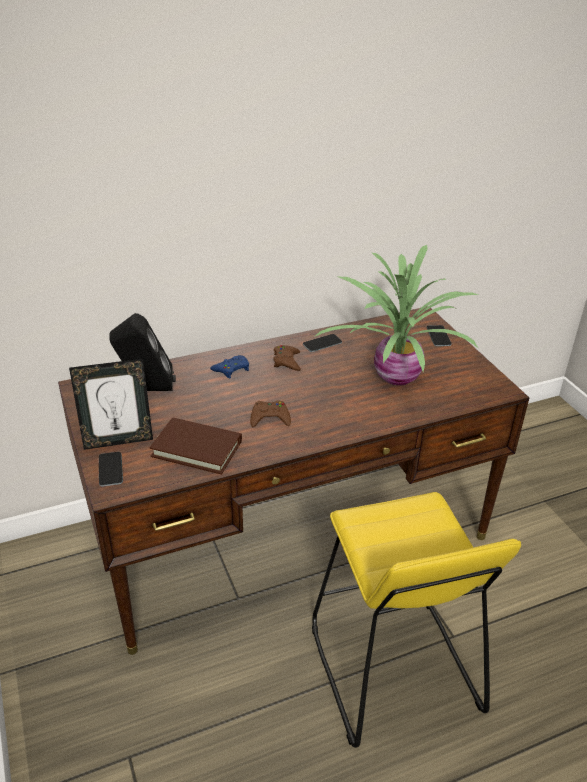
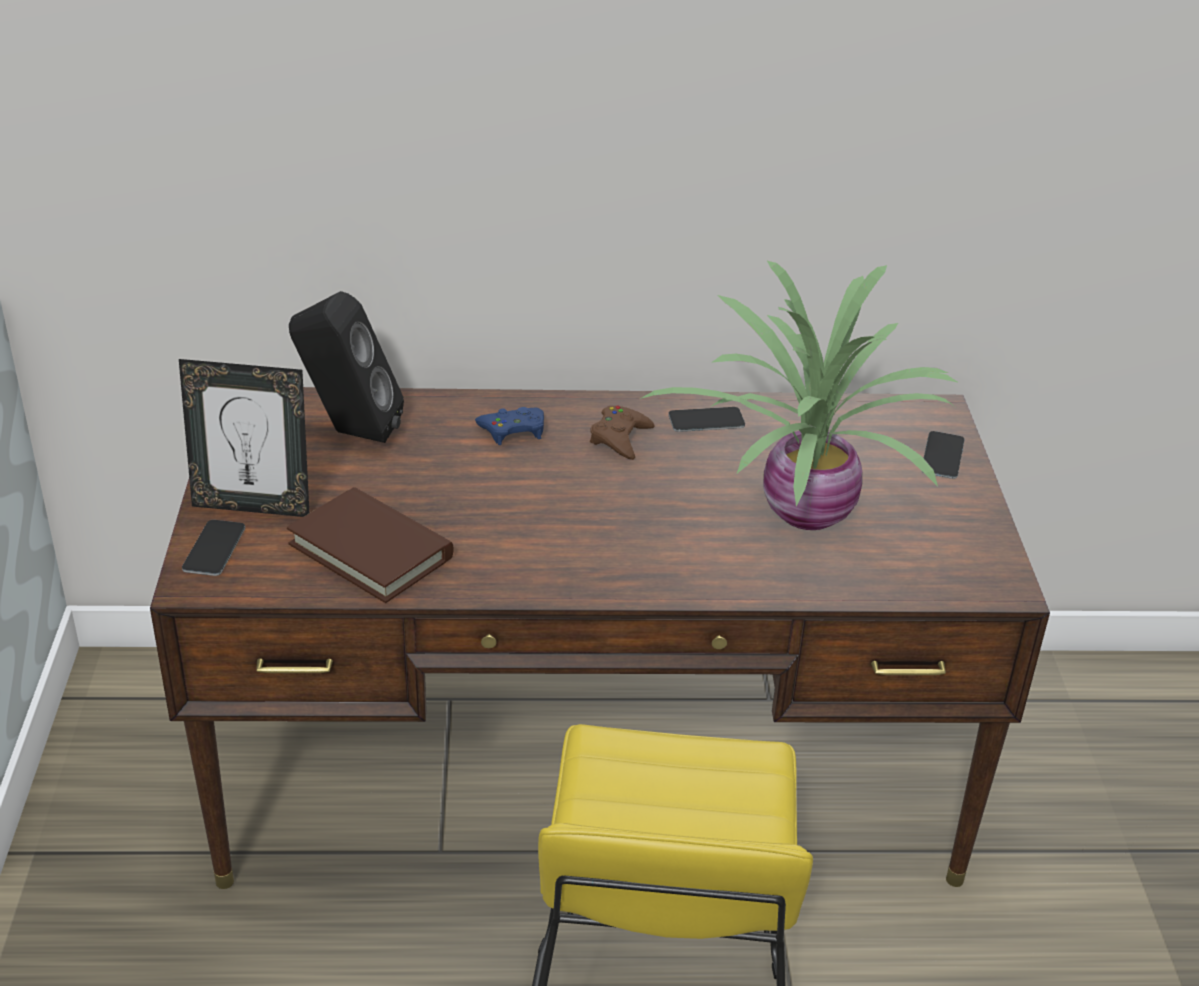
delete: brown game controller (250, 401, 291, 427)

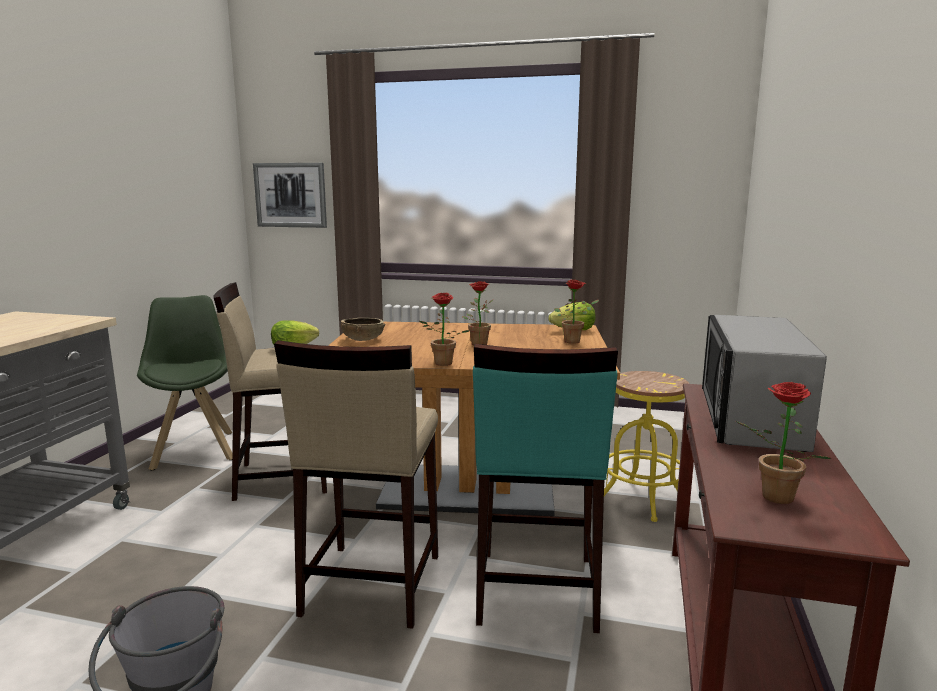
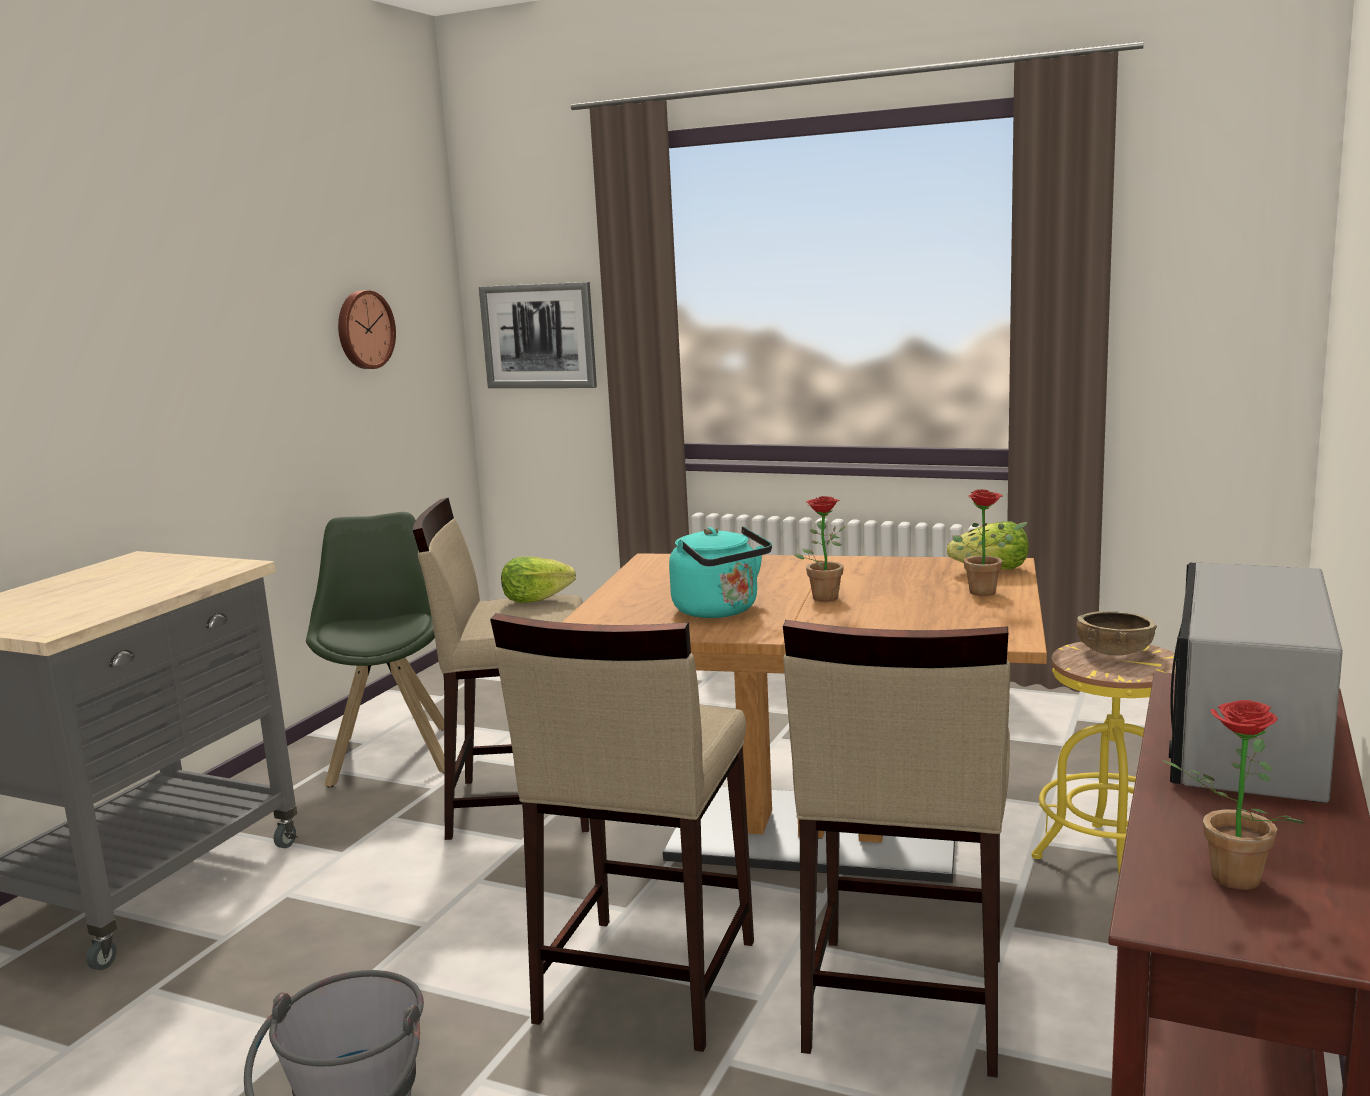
delete: plant in a pot (419, 293, 470, 366)
insert: clock on the wall (338, 290, 396, 369); turquoise-coloured kettle (669, 526, 772, 618)
move: brown deep dish (341, 318, 386, 341) to (1076, 611, 1157, 656)
recolor: turquoise-coloured stool seat (473, 344, 618, 633) to beige stool seat (783, 620, 1010, 1078)

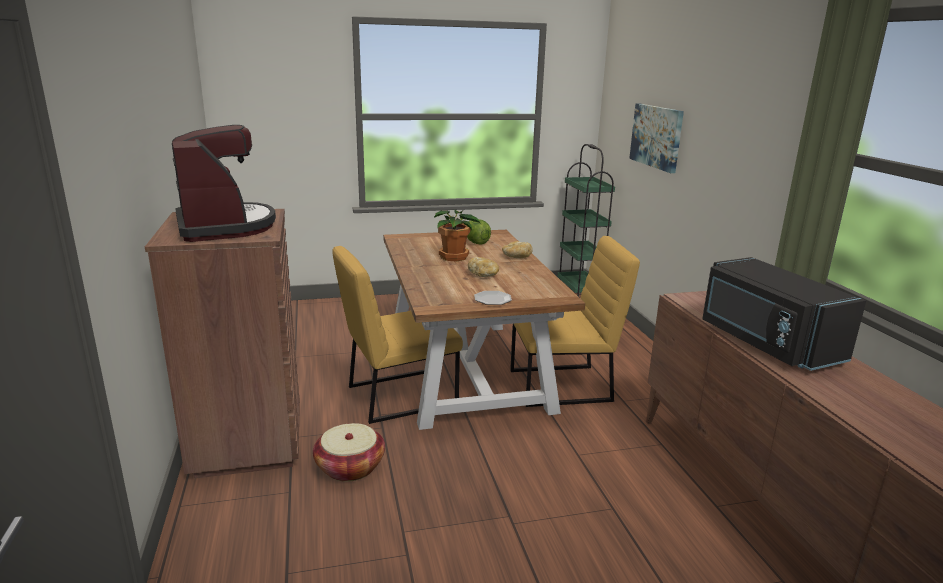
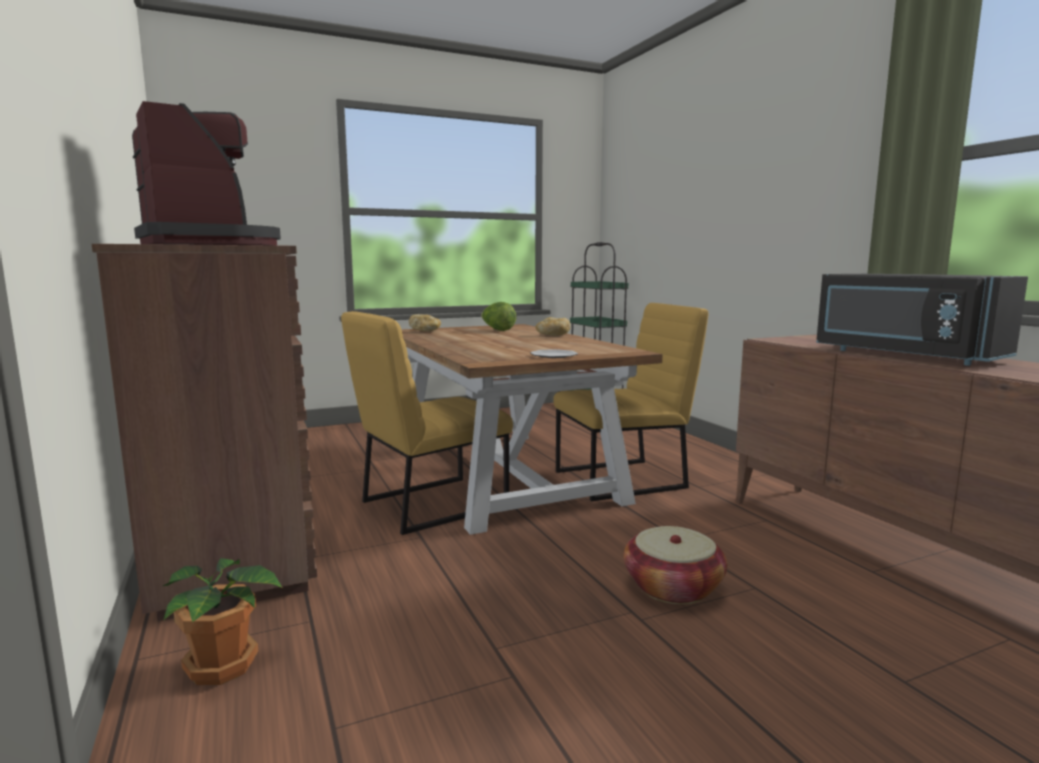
delete: picture (629, 103, 684, 173)
move: plant in a pot (434, 210, 482, 262) to (163, 558, 282, 685); bakery bread (468, 257, 499, 277) to (409, 314, 441, 331); basket (313, 423, 385, 482) to (624, 526, 727, 604)

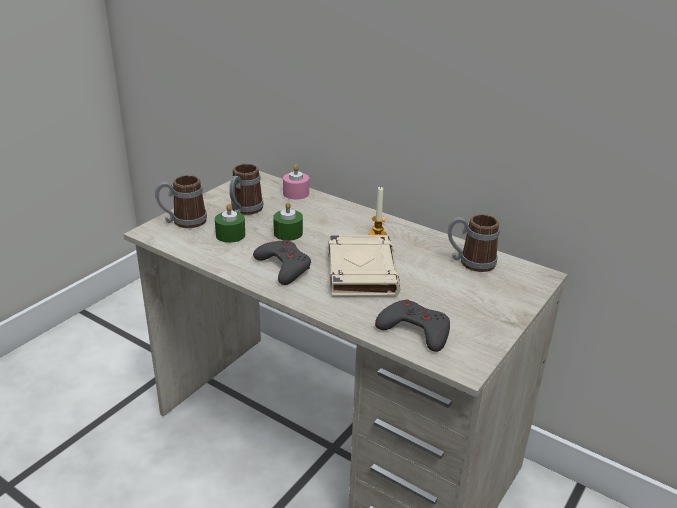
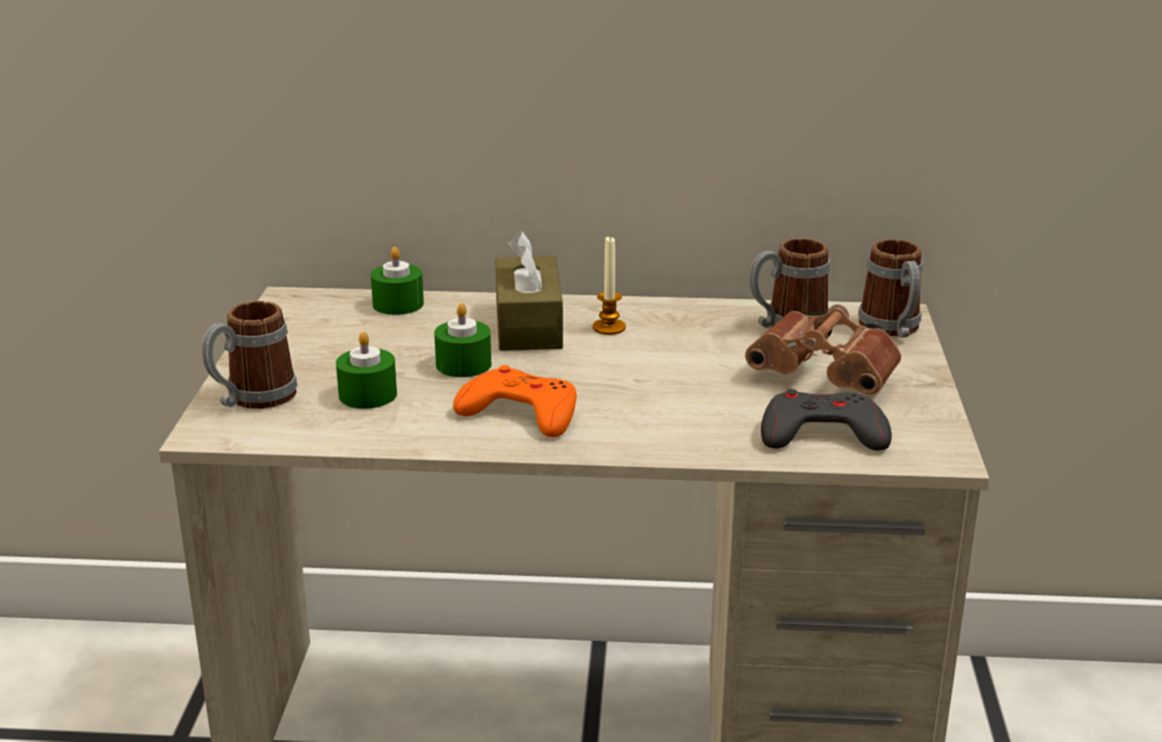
delete: beige bound book (328, 235, 400, 297)
insert: brown tissue box (495, 231, 563, 351); brown binoculars (745, 304, 901, 395)
move: mug (229, 164, 264, 215) to (858, 239, 923, 338)
recolor: pink-coloured candle (283, 165, 309, 200) to green candle (371, 247, 424, 315); greyish game controller (253, 240, 311, 285) to orangey game controller (453, 365, 576, 437)

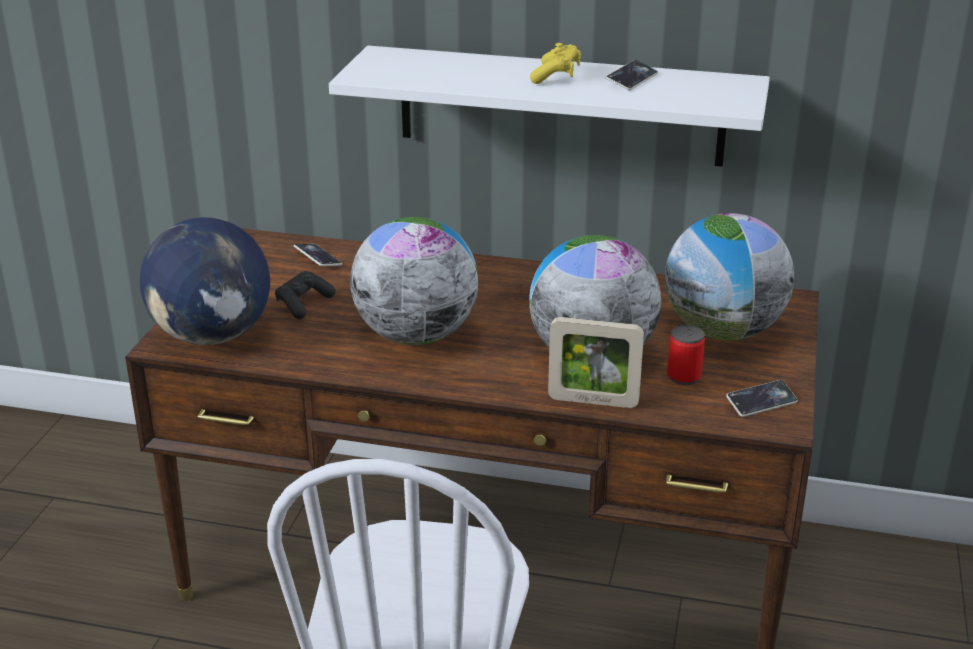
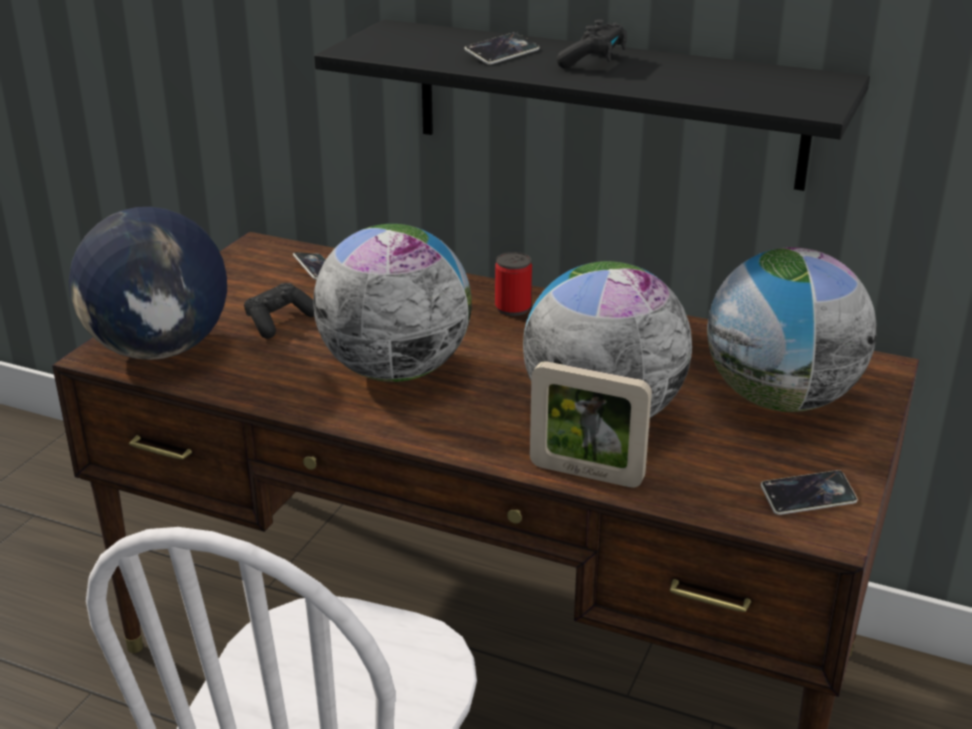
move: handset (606, 60, 658, 91) to (465, 32, 540, 65); metal can (667, 325, 705, 385) to (495, 252, 532, 316)
recolor: whitish wall shelf (329, 46, 770, 167) to black wall shelf (314, 19, 870, 191); yellowish game controller (530, 43, 581, 84) to black game controller (557, 19, 627, 69)

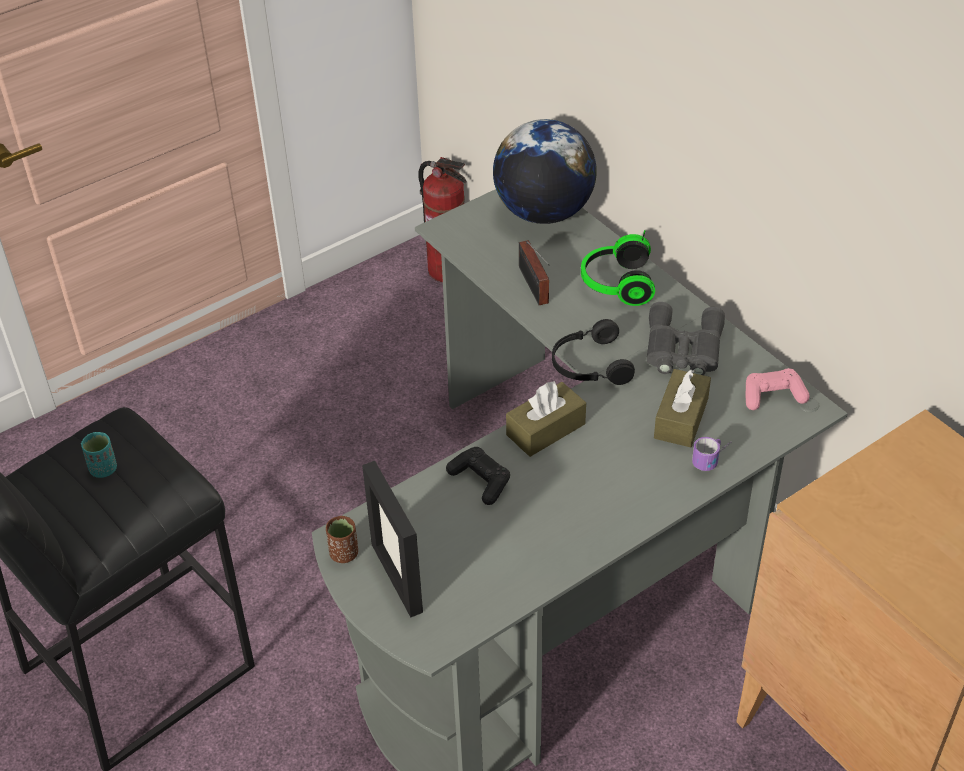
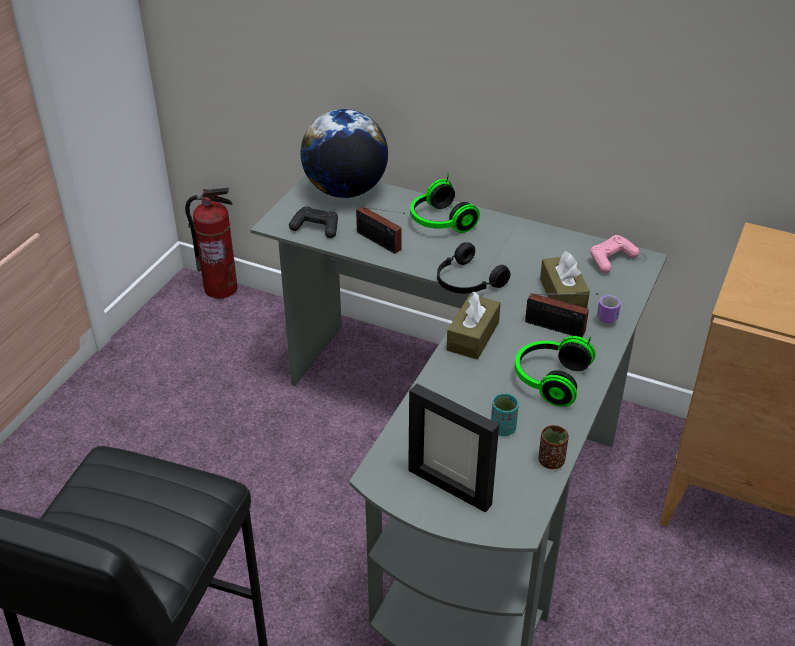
delete: greyish binoculars (646, 302, 725, 375)
insert: headphones (515, 336, 596, 407); radio receiver (525, 293, 598, 338)
move: black game controller (446, 447, 510, 505) to (289, 206, 338, 238); turquoise-coloured small cup (81, 432, 117, 478) to (491, 393, 519, 436); brown small cup (326, 516, 358, 563) to (539, 425, 569, 469)

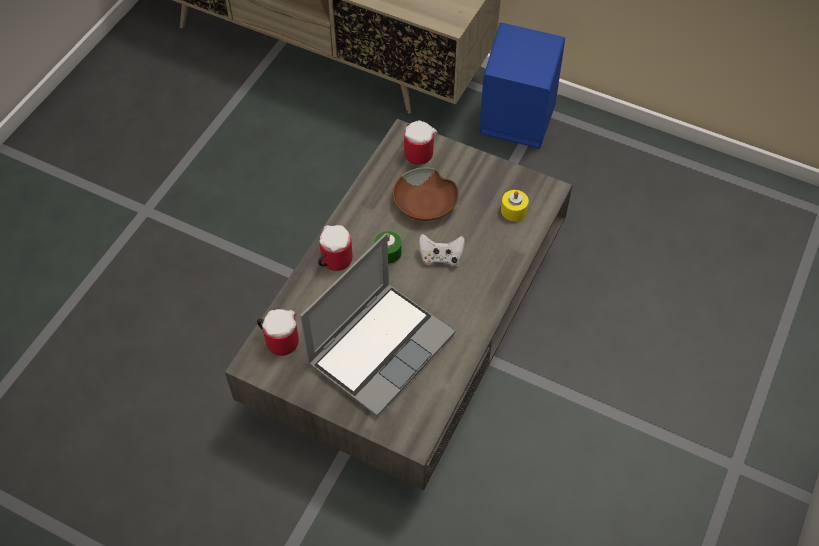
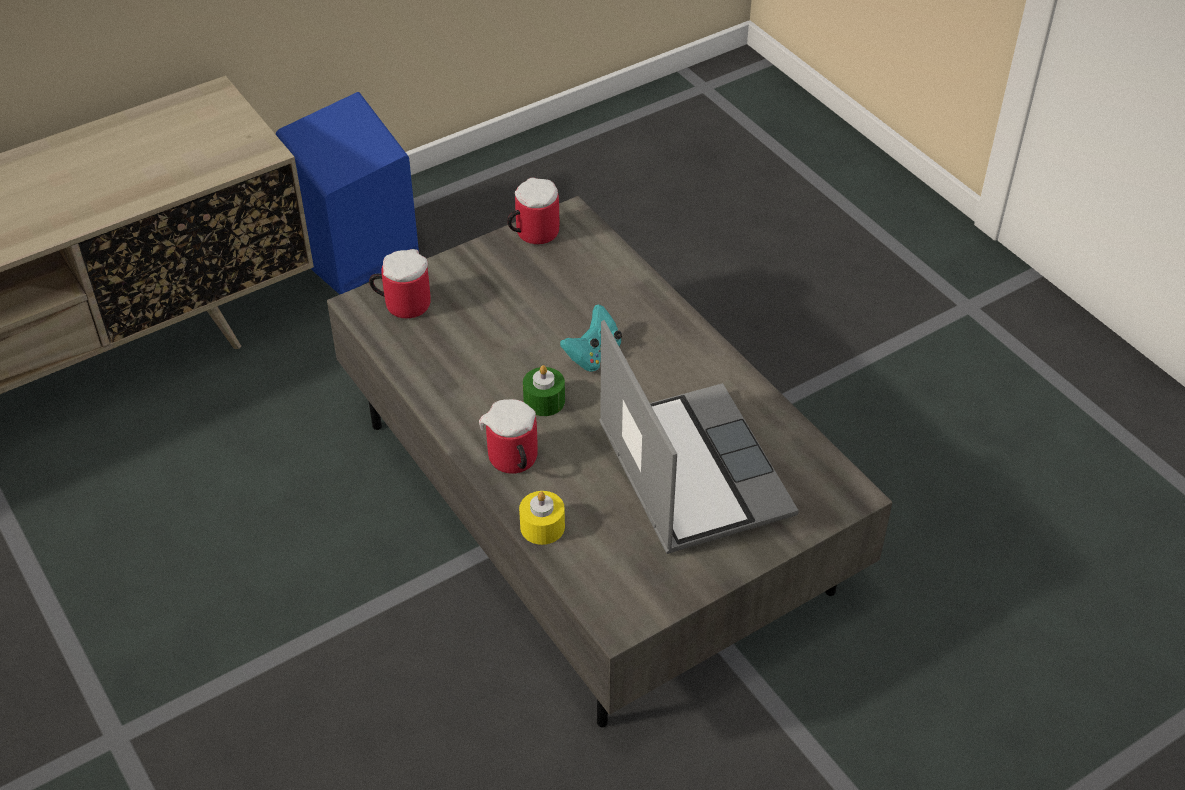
delete: brown deep dish (393, 167, 459, 221)
move: mug (257, 309, 299, 356) to (507, 177, 559, 244); yellowish candle (501, 190, 529, 221) to (519, 491, 565, 545)
recolor: whitish game controller (419, 234, 465, 267) to turquoise-coloured game controller (560, 304, 622, 372)

